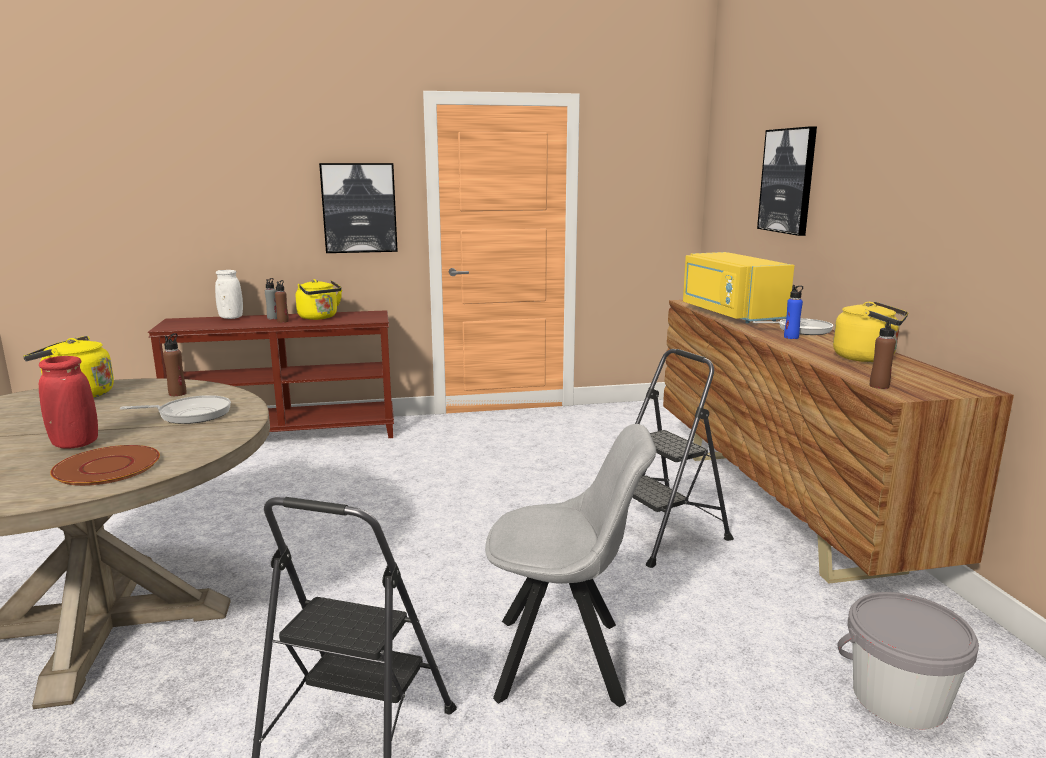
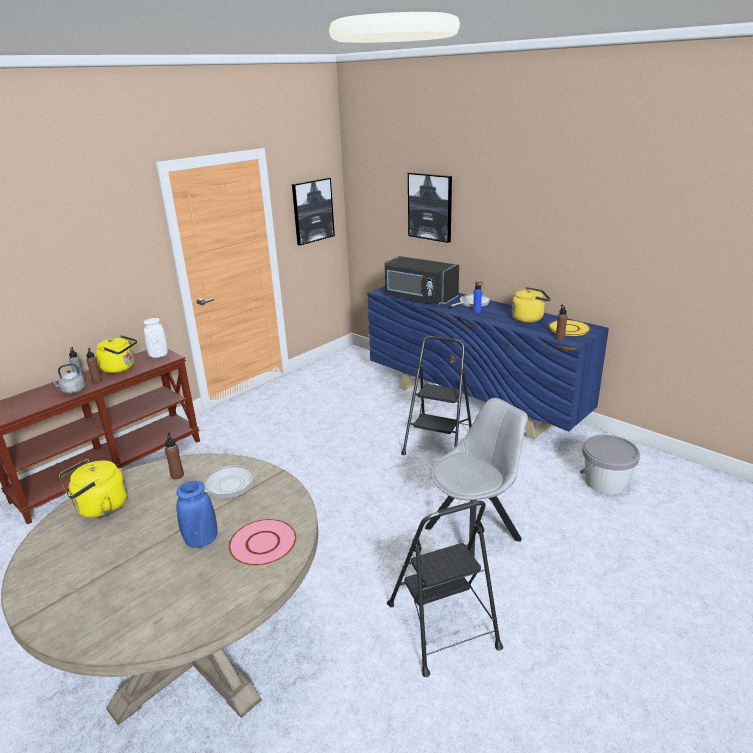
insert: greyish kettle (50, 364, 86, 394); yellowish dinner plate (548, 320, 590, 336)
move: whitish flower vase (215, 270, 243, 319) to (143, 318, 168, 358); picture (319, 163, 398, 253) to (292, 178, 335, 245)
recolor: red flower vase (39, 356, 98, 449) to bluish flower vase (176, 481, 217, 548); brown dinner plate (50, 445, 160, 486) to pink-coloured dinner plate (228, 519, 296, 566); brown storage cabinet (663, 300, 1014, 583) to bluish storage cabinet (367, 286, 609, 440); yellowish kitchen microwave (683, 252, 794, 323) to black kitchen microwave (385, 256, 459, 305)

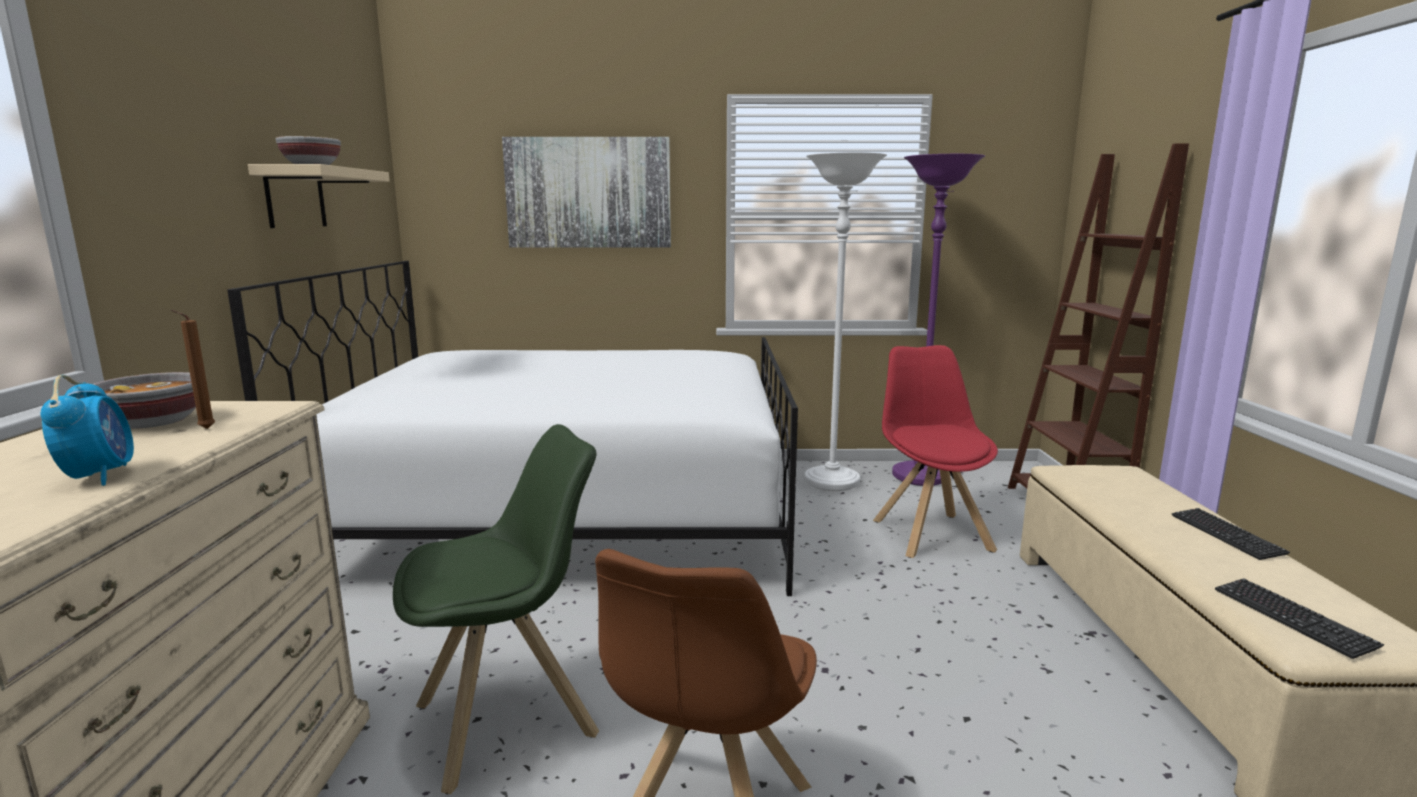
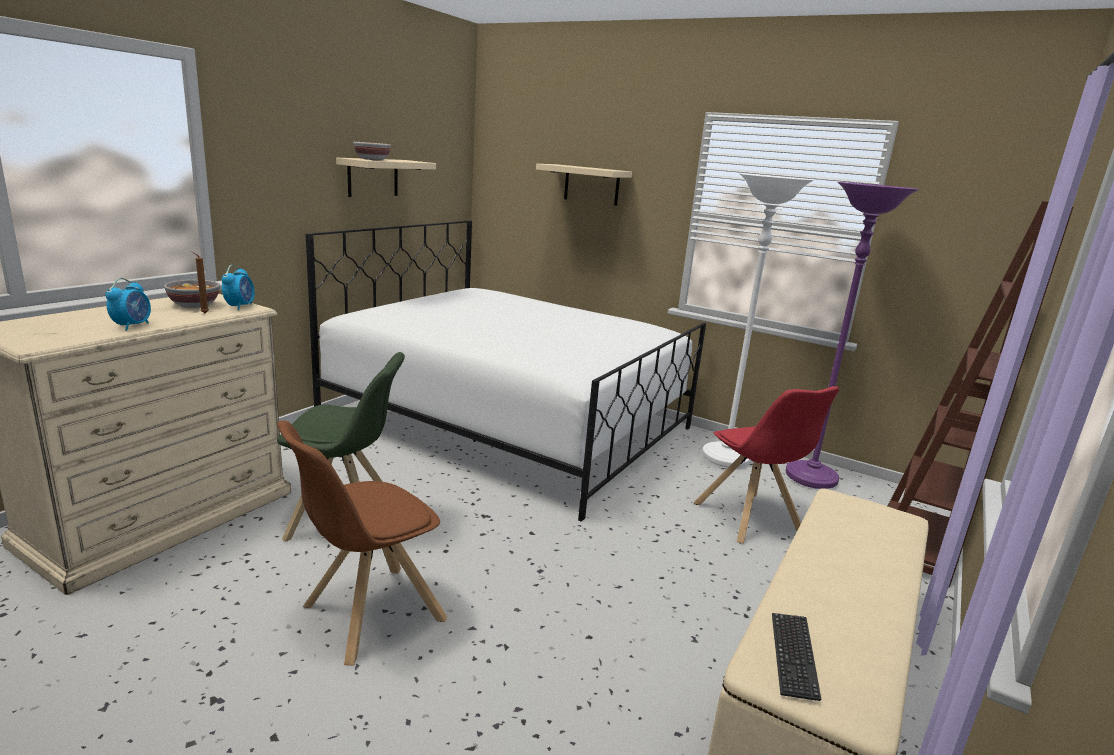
delete: PC keyboard (1172, 508, 1290, 560)
insert: bedside clock (222, 265, 255, 310)
replace: picture (502, 137, 671, 248) to beige wall shelf (536, 164, 632, 206)
rotate: red upright chair (873, 345, 998, 558) = (694, 386, 839, 544) 135 degrees clockwise

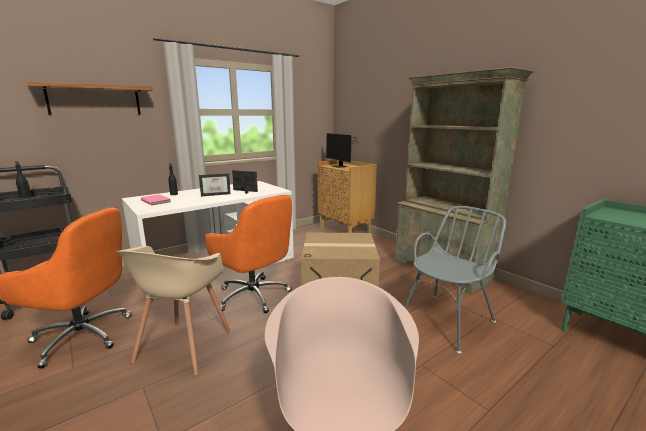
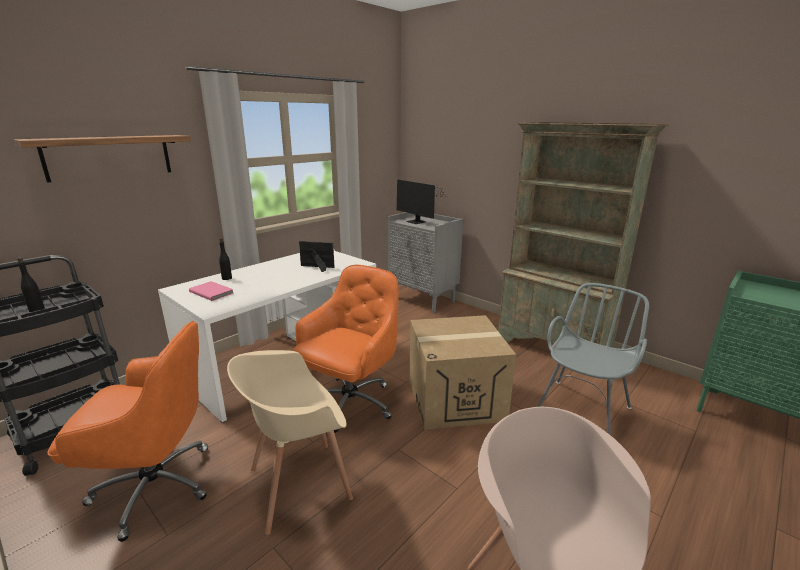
delete: standing frame (199, 173, 231, 197)
recolor: brown storage cabinet (317, 160, 377, 233) to greyish storage cabinet (388, 212, 463, 313)
rotate: beige upright chair (116, 246, 231, 375) = (227, 350, 353, 535) 60 degrees clockwise; orangey computer chair (205, 195, 292, 313) = (293, 265, 399, 433) 90 degrees counterclockwise

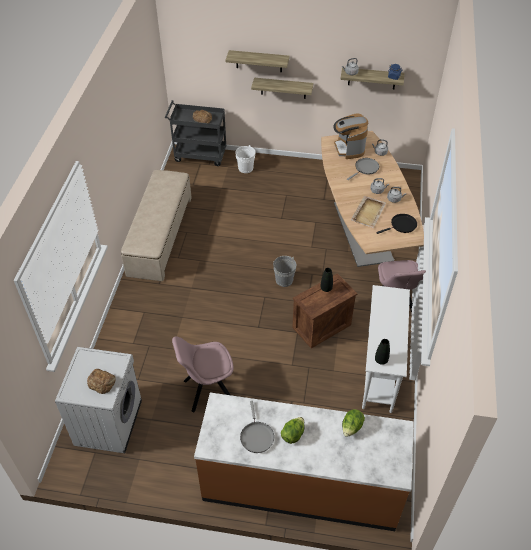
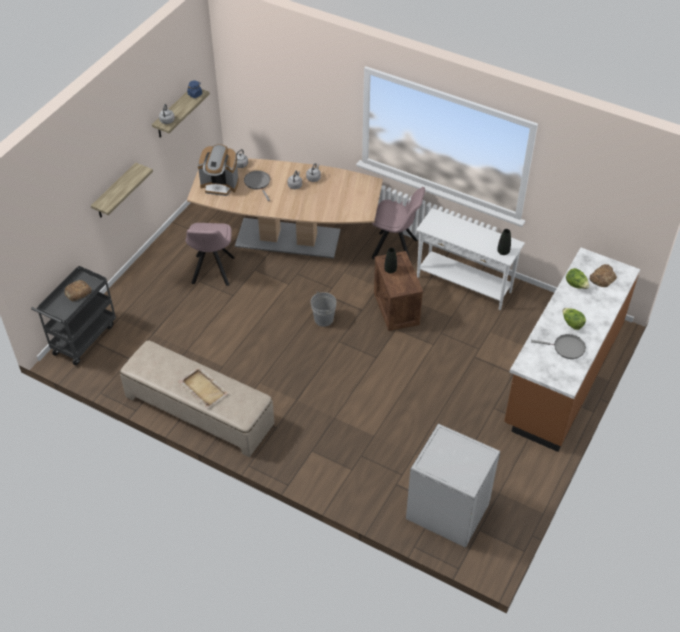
delete: wall shelf (225, 50, 290, 72); whitish water bucket (235, 145, 256, 173); black frying pan (376, 214, 417, 234)
move: beige carrying tray (351, 196, 386, 228) to (177, 367, 230, 408); pink-coloured upright chair (172, 336, 234, 413) to (185, 223, 235, 286); bakery bread (87, 369, 116, 394) to (590, 264, 617, 287)

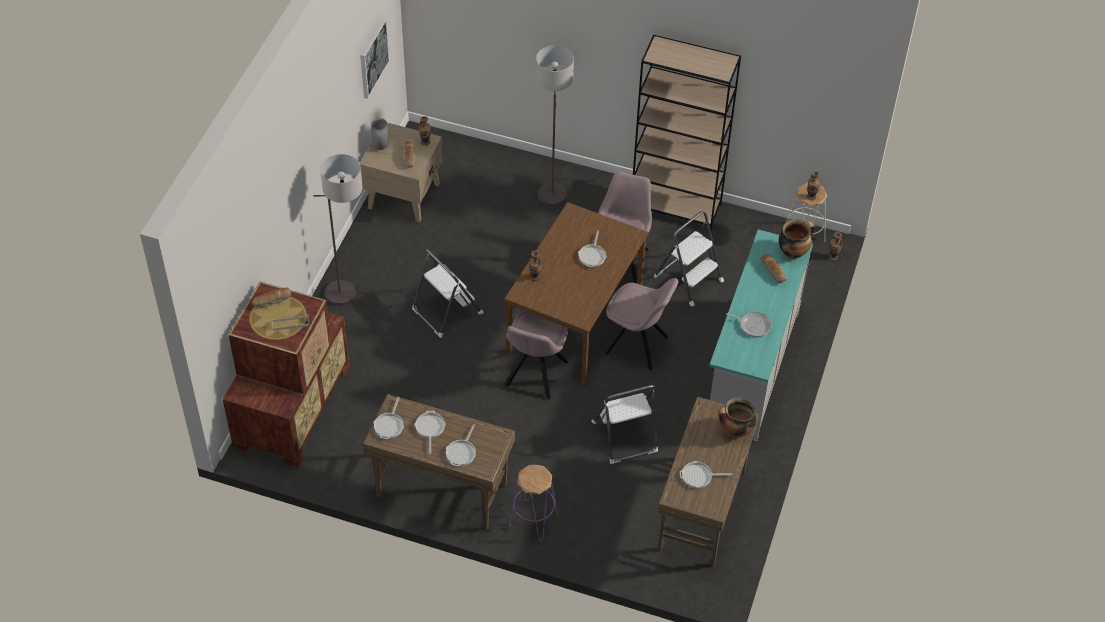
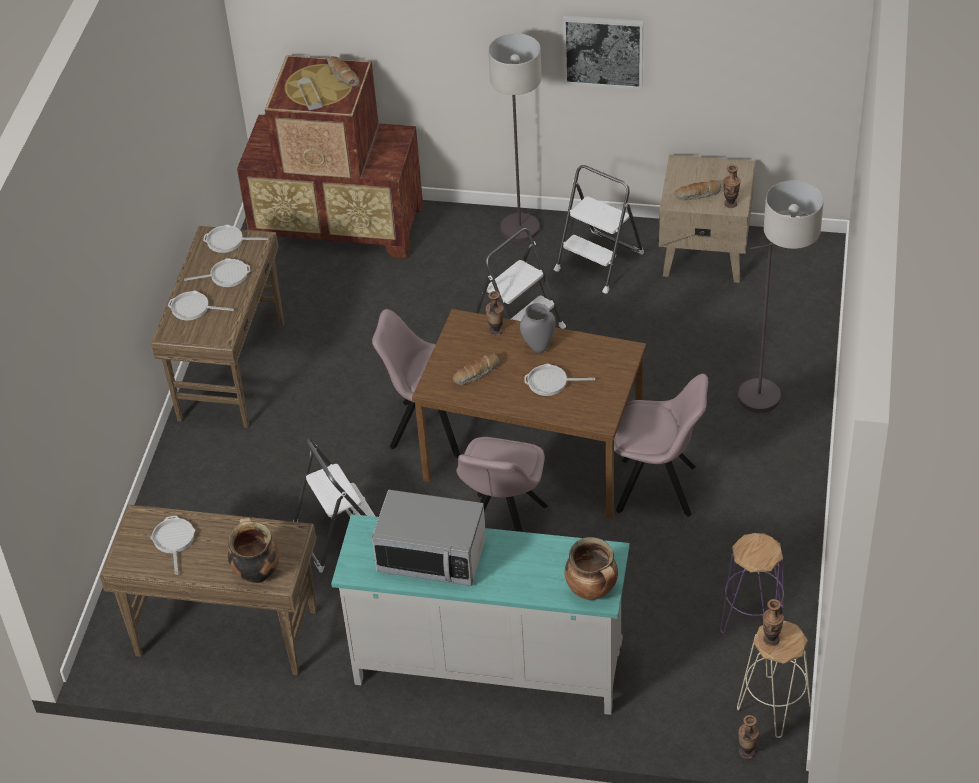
delete: beige shelving unit (633, 35, 741, 231)
move: bakery bread (760, 254, 786, 283) to (453, 353, 499, 385); greyish flower vase (371, 118, 389, 150) to (520, 303, 556, 353); whitish stepladder (654, 211, 724, 306) to (553, 165, 644, 294); picture (360, 17, 390, 99) to (563, 16, 644, 89); purple-coloured stool seat (510, 465, 559, 541) to (720, 533, 784, 634)
replace: frying pan (726, 312, 772, 337) to kitchen microwave (372, 490, 486, 586)

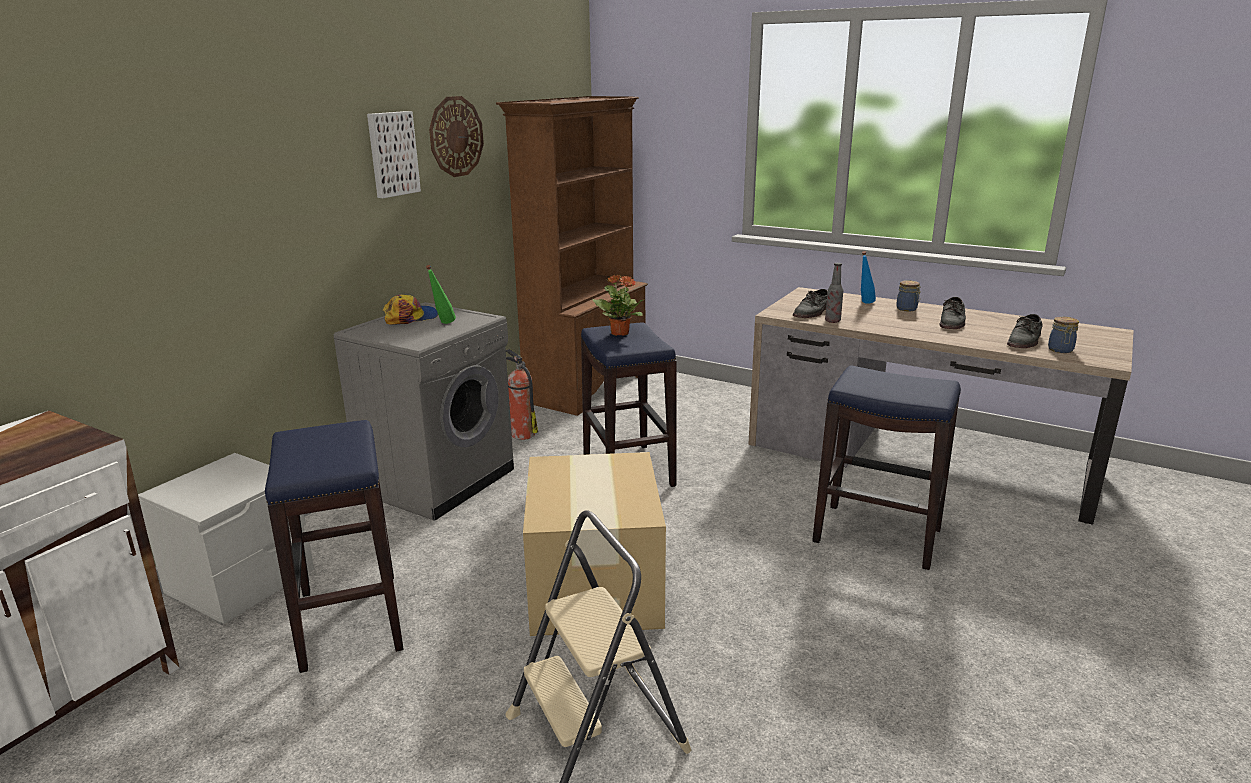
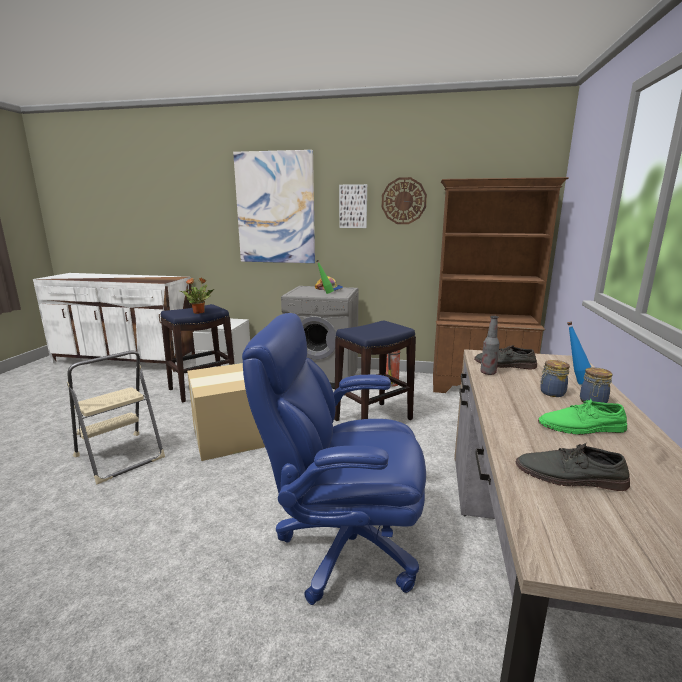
insert: picture (233, 150, 315, 263)
move: plant in a pot (592, 274, 645, 336) to (180, 278, 214, 314); storage jar (1048, 316, 1079, 353) to (540, 360, 570, 397)
replace: stool seat (812, 365, 961, 570) to bluish computer chair (242, 313, 426, 605)
recolor: greyish low shoe (939, 297, 966, 329) to green low shoe (538, 399, 627, 435)

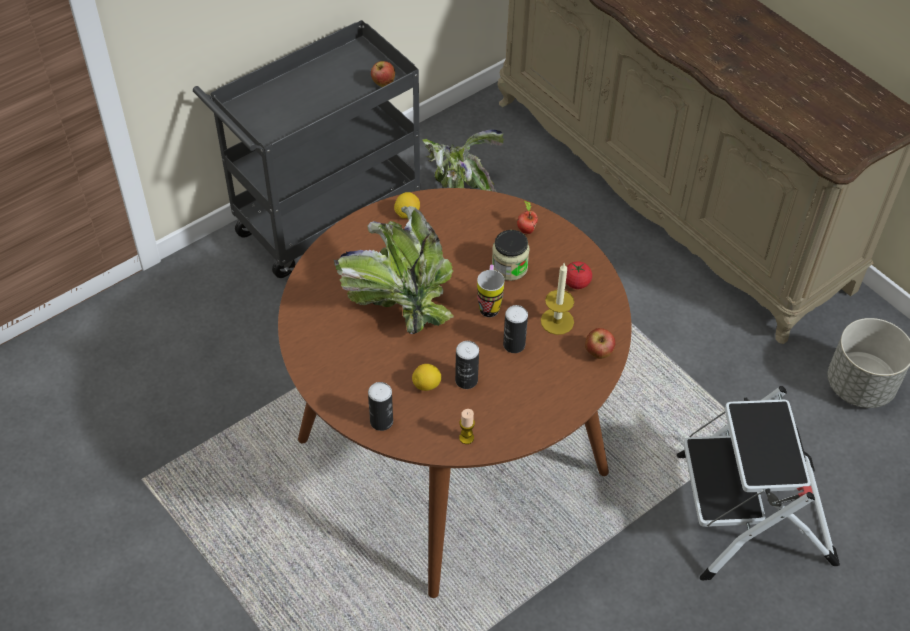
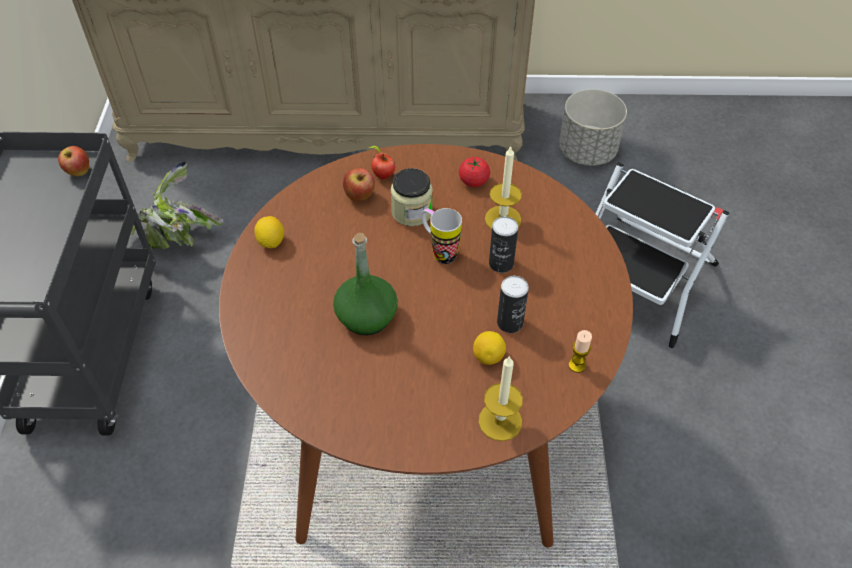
move: apple fruit (585, 328, 615, 359) to (343, 168, 375, 201)
replace: plant in a pot (334, 206, 454, 334) to green bottle (333, 233, 398, 335); metal can (368, 382, 393, 431) to candle (479, 355, 523, 441)

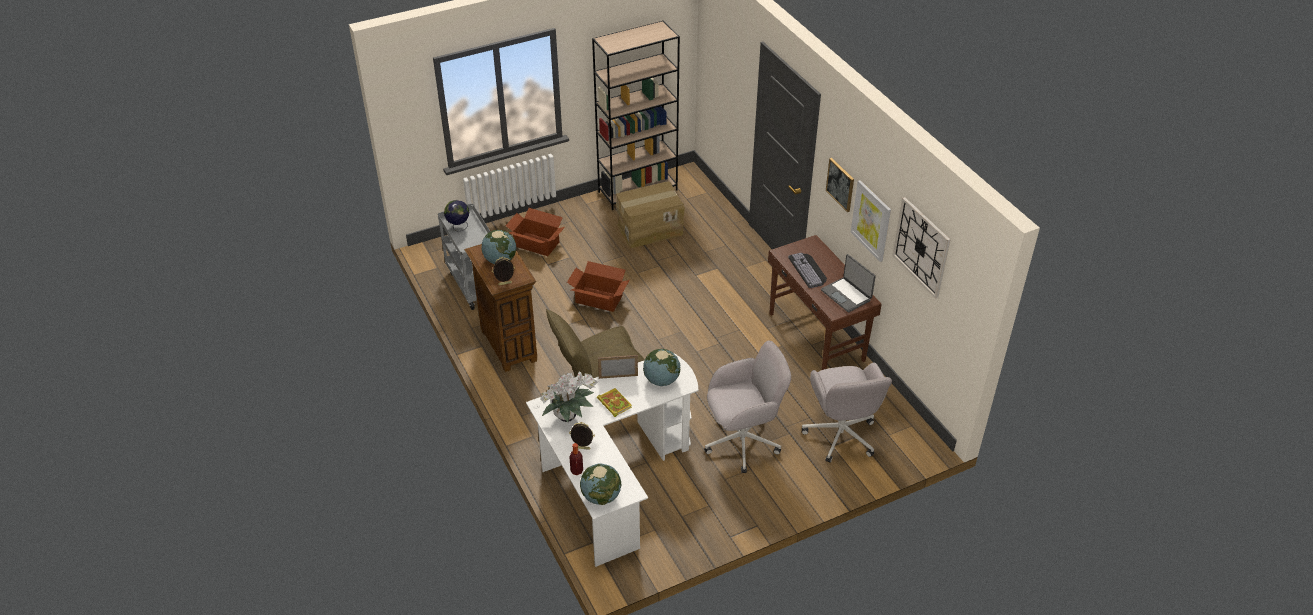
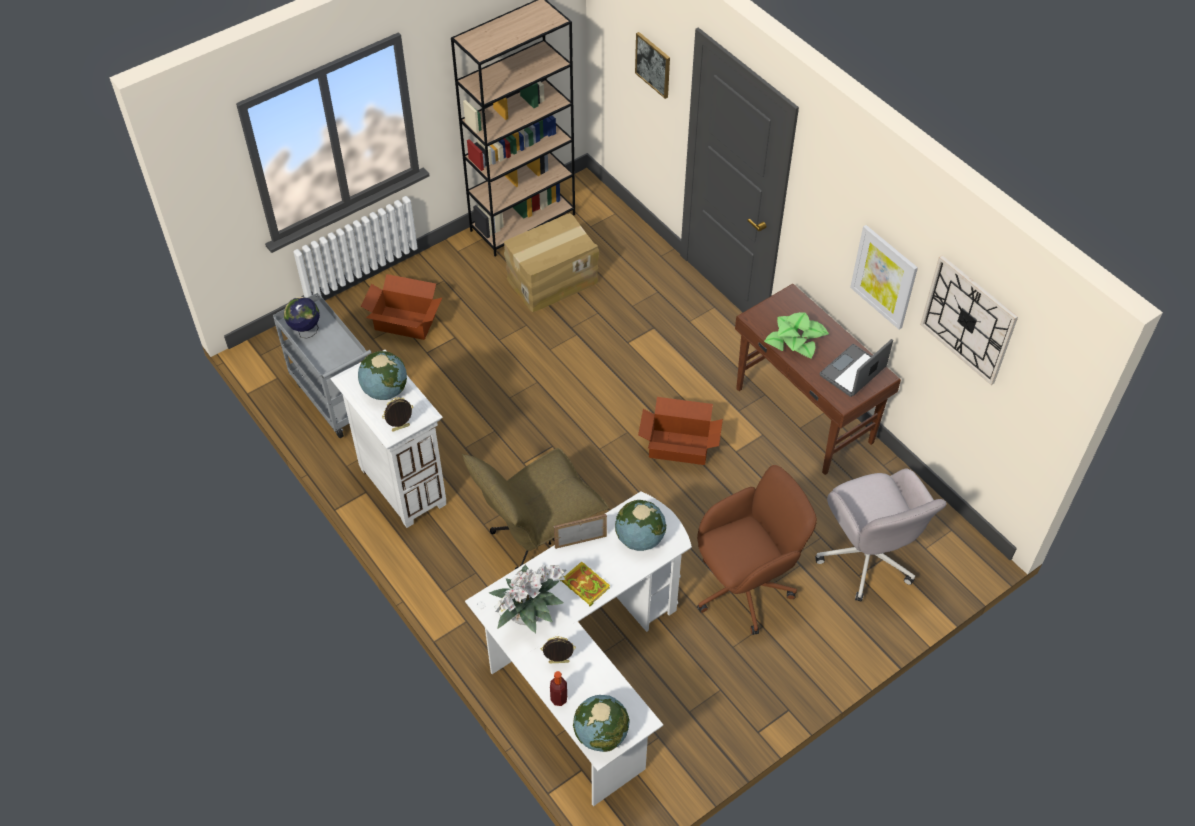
move: picture (826, 158, 854, 212) to (635, 32, 670, 99); cardboard box (567, 261, 630, 312) to (638, 397, 723, 465)
replace: PC keyboard (788, 253, 827, 288) to plant in a pot (764, 312, 829, 359)
recolor: brown storage cabinet (464, 244, 537, 372) to whitish storage cabinet (330, 350, 446, 528); greyish computer chair (704, 340, 791, 473) to brown computer chair (697, 465, 817, 635)
rotate: laptop (821, 254, 876, 313) = (820, 339, 893, 397) 90 degrees clockwise

